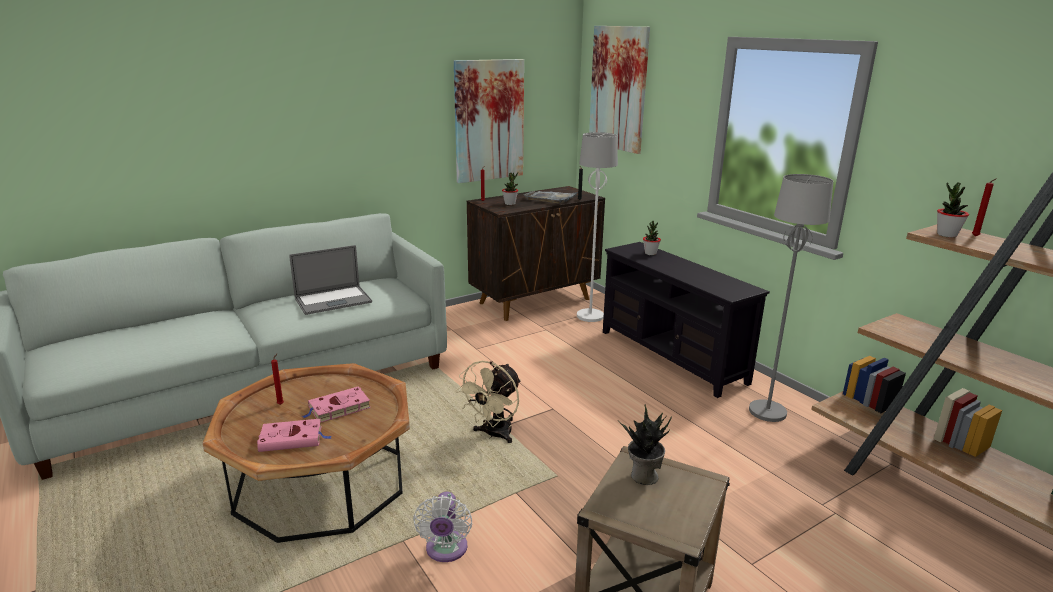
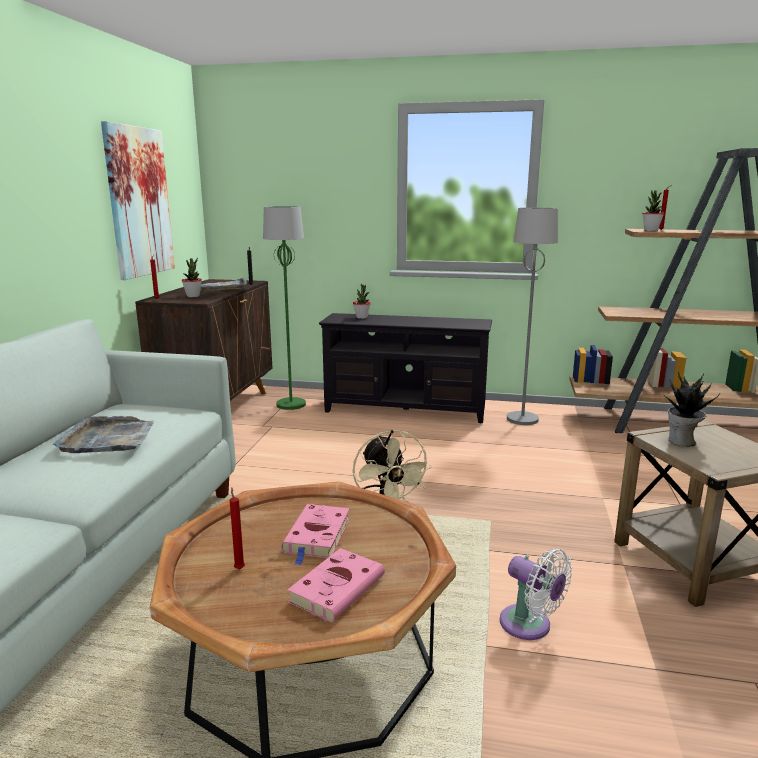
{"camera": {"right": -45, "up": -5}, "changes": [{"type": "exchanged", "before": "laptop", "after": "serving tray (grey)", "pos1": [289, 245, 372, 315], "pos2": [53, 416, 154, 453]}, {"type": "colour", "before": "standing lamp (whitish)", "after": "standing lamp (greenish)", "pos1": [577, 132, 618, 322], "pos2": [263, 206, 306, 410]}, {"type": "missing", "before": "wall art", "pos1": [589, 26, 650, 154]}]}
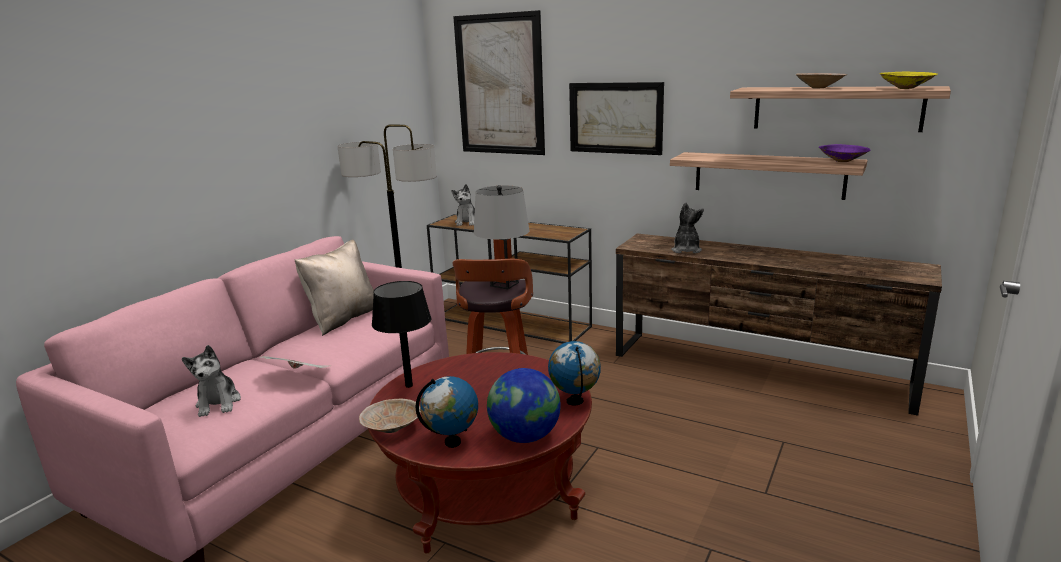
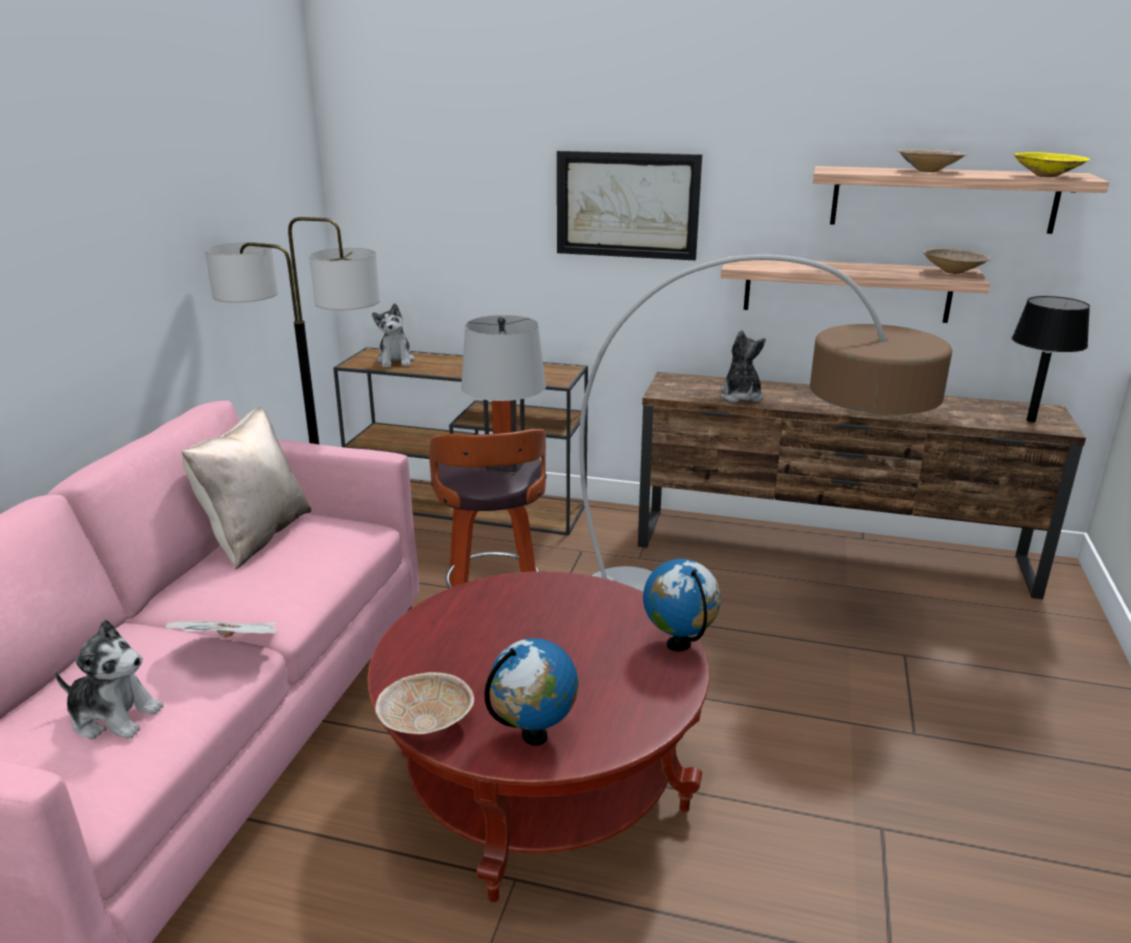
{"camera": {"right": -15, "up": 5}, "changes": [{"type": "spun", "before": "soft toy", "pos1": [182, 345, 241, 417], "pos2": [54, 619, 164, 739], "turn": -45}, {"type": "appeared", "after": "standing lamp", "pos2": [579, 254, 952, 591]}, {"type": "colour", "before": "serving bowl (purple-coloured)", "after": "serving bowl (beige)", "pos1": [819, 144, 871, 162], "pos2": [923, 248, 991, 274]}, {"type": "relocated", "before": "table lamp (blackish)", "pos1": [372, 281, 432, 388], "pos2": [1012, 296, 1090, 422]}, {"type": "missing", "before": "wall art", "pos1": [453, 10, 545, 155]}, {"type": "missing", "before": "globe", "pos1": [487, 368, 561, 443]}]}
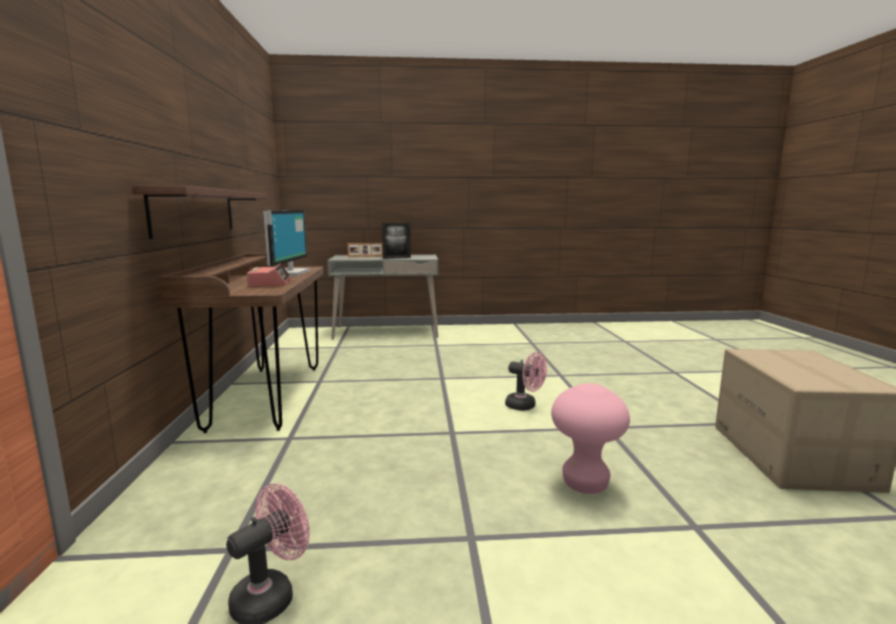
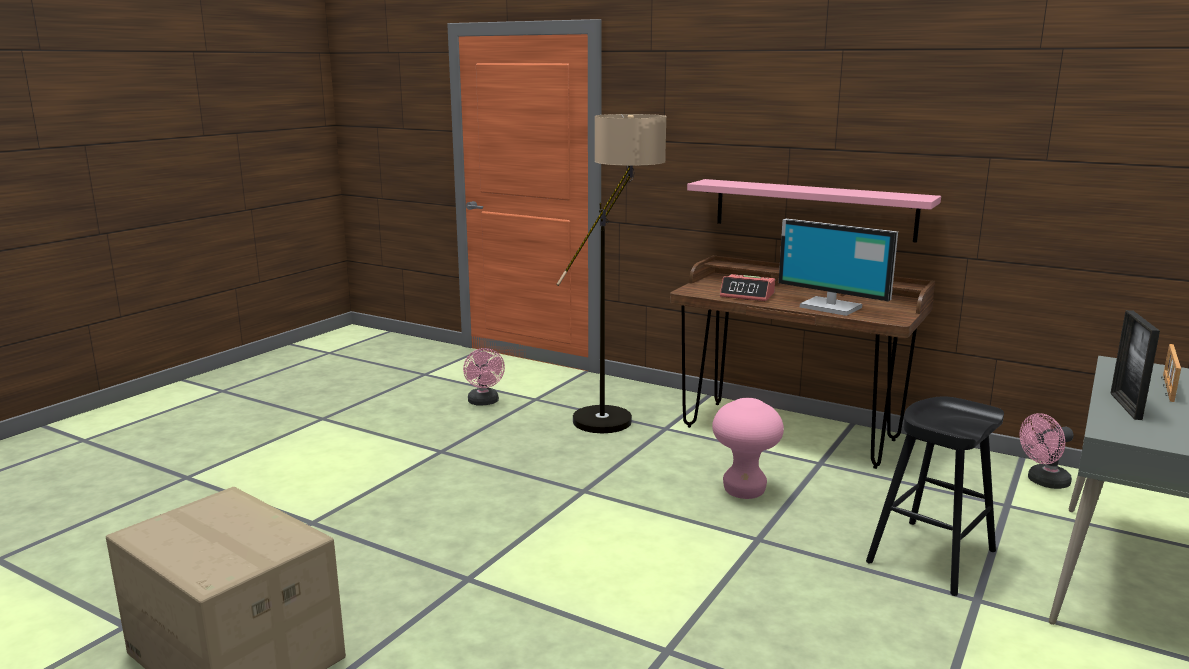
{"camera": {"right": 125, "up": 5}, "changes": [{"type": "appeared", "after": "standing lamp", "pos2": [556, 114, 667, 433]}, {"type": "colour", "before": "wall shelf (brown-coloured)", "after": "wall shelf (pinkish)", "pos1": [132, 186, 267, 239], "pos2": [687, 179, 941, 243]}, {"type": "relocated", "before": "stool seat (pinkish)", "pos1": [551, 383, 630, 494], "pos2": [712, 398, 784, 499]}, {"type": "appeared", "after": "stool seat (blackish)", "pos2": [866, 396, 1004, 596]}, {"type": "relocated", "before": "electric fan (pinkish)", "pos1": [505, 352, 547, 411], "pos2": [1020, 413, 1074, 489]}]}
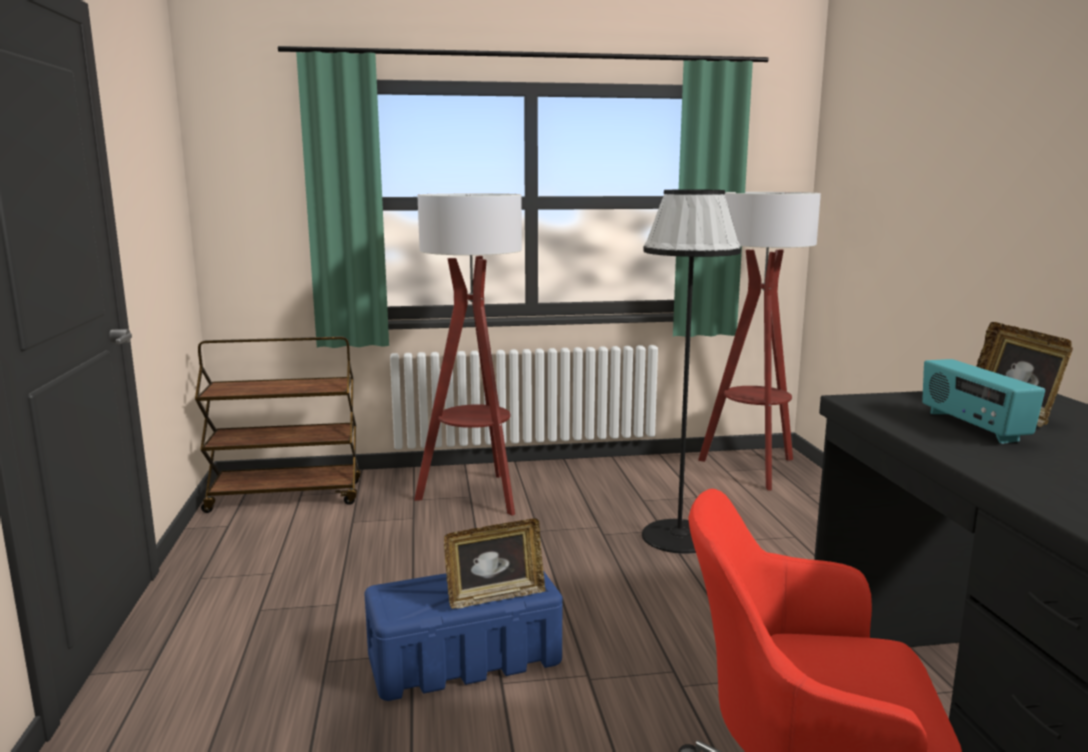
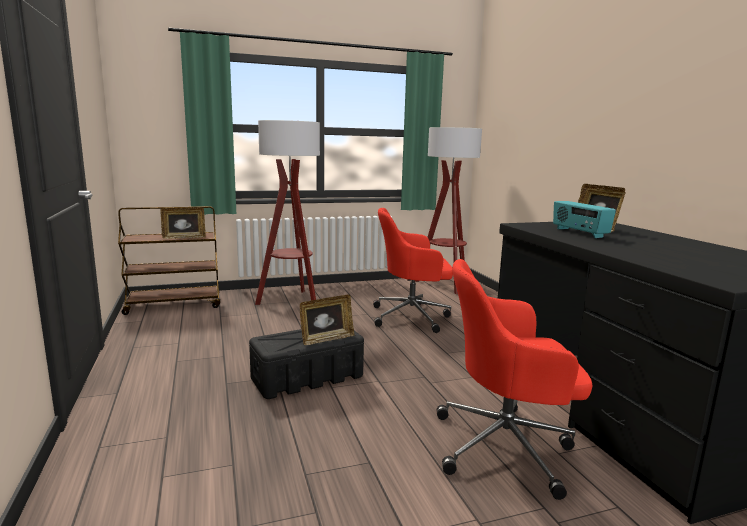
{"camera": {"right": -10, "up": 0}, "changes": [{"type": "appeared", "after": "picture frame", "pos2": [160, 207, 206, 239]}, {"type": "colour", "before": "storage container (bluish)", "after": "storage container (blackish)", "pos1": [365, 571, 563, 701], "pos2": [249, 329, 364, 399]}, {"type": "exchanged", "before": "standing lamp (blackish)", "after": "office chair (red-coloured)", "pos1": [642, 190, 741, 554], "pos2": [373, 208, 453, 333]}]}
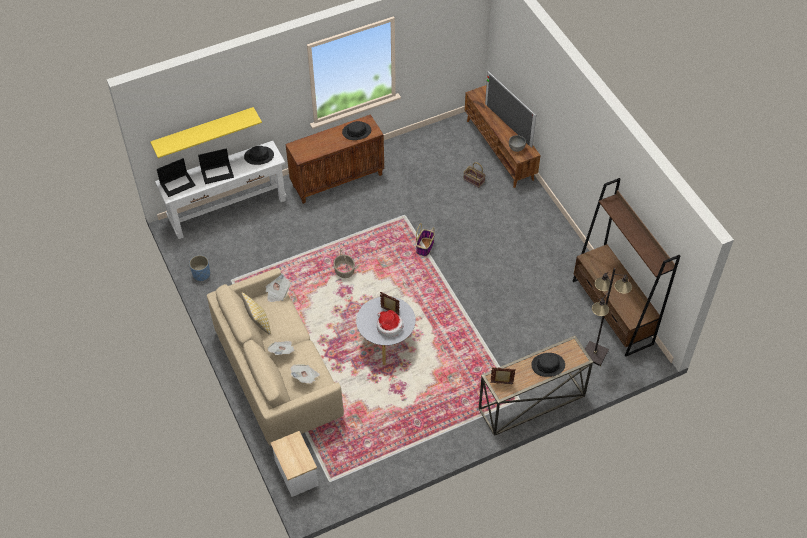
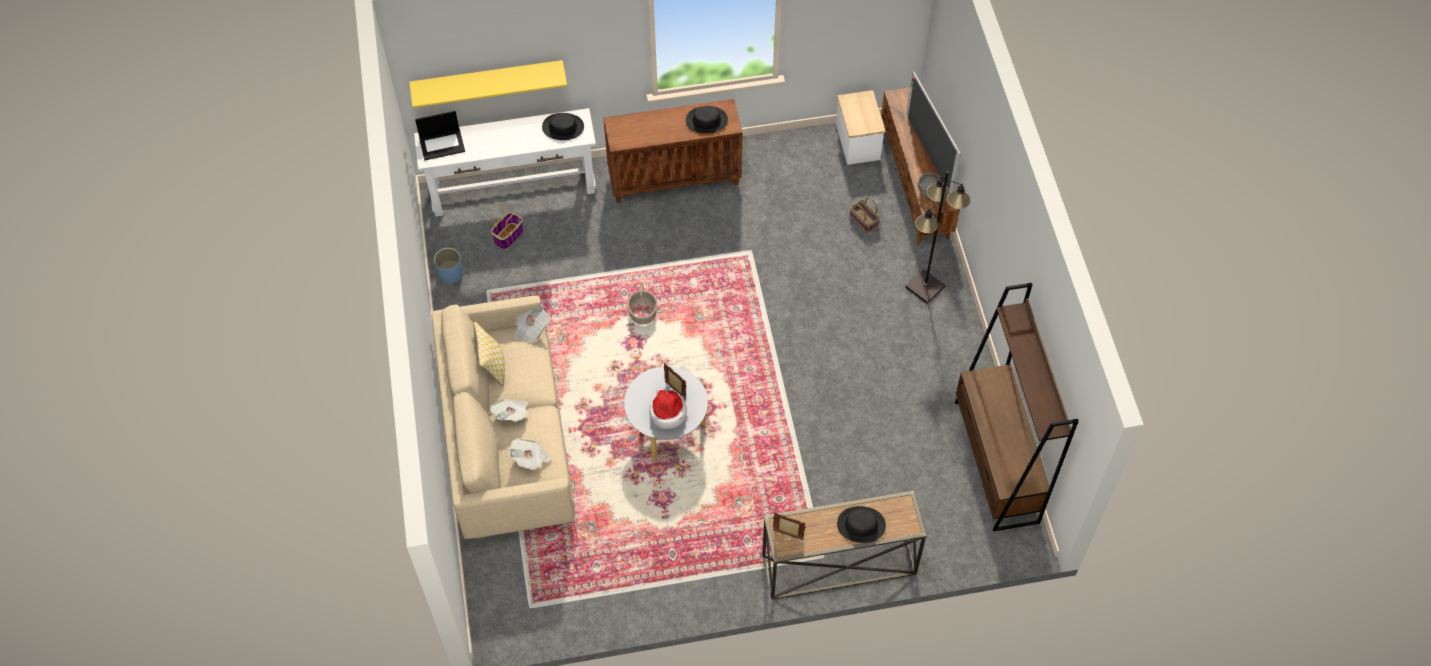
{"camera": {"right": 15, "up": 5}, "changes": [{"type": "relocated", "before": "storage basket", "pos1": [416, 223, 435, 256], "pos2": [490, 203, 524, 250]}, {"type": "relocated", "before": "accent table", "pos1": [270, 431, 318, 497], "pos2": [836, 90, 885, 165]}, {"type": "relocated", "before": "standing lamp (blackish)", "pos1": [585, 268, 632, 366], "pos2": [905, 171, 971, 304]}, {"type": "missing", "before": "laptop", "pos1": [198, 148, 234, 184]}]}
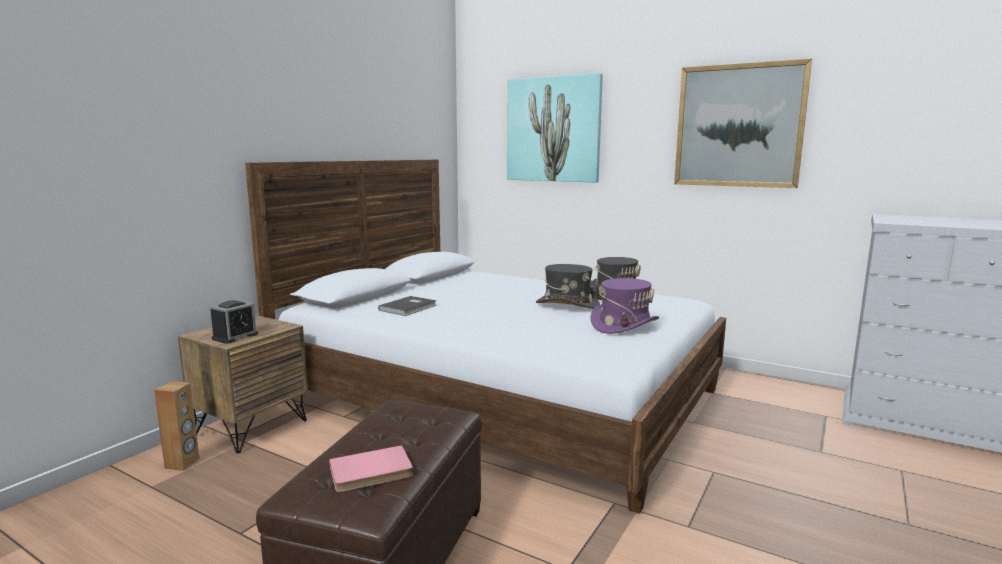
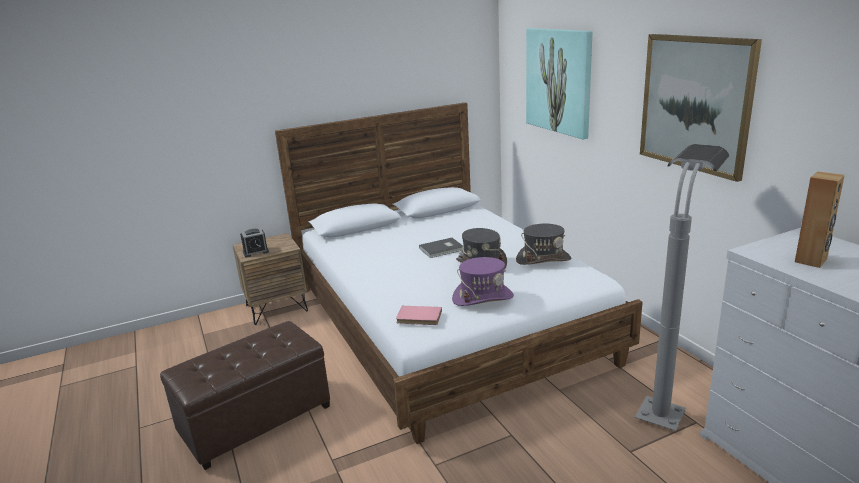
{"camera": {"right": 35, "up": 10}, "changes": [{"type": "relocated", "before": "volume (pinkish)", "pos1": [329, 445, 413, 492], "pos2": [396, 306, 442, 325]}, {"type": "relocated", "before": "volume (grey)", "pos1": [378, 296, 437, 316], "pos2": [419, 238, 463, 258]}, {"type": "appeared", "after": "standing lamp (grey)", "pos2": [635, 144, 730, 431]}, {"type": "relocated", "before": "speaker (brown-coloured)", "pos1": [154, 381, 200, 471], "pos2": [795, 172, 845, 268]}]}
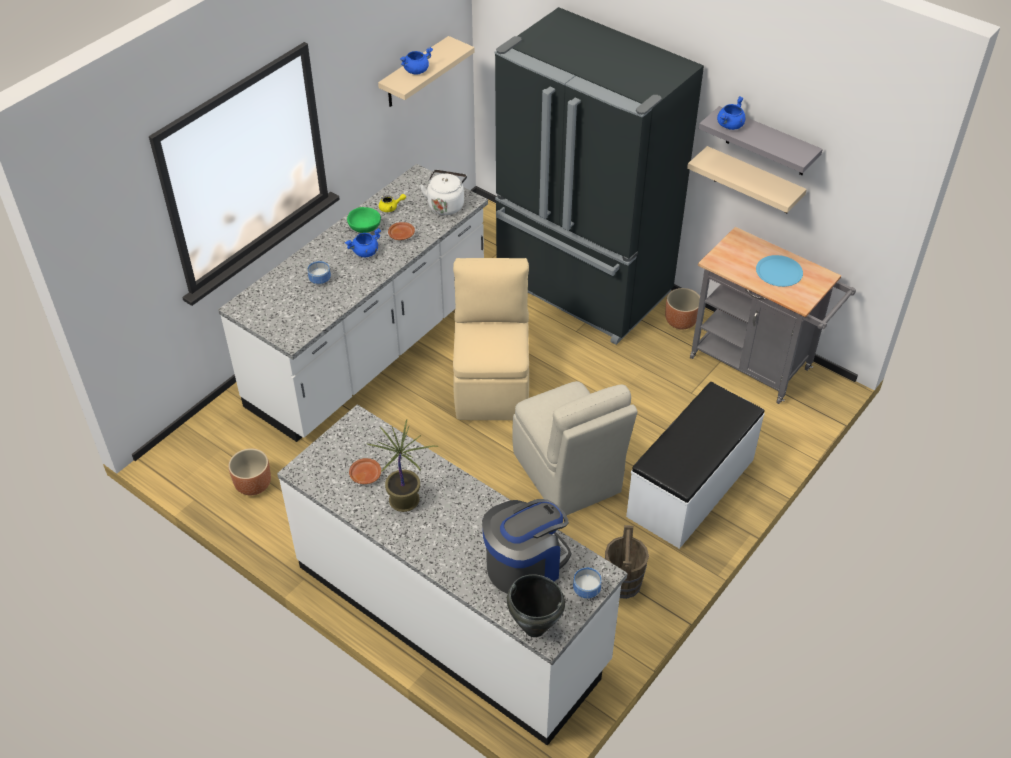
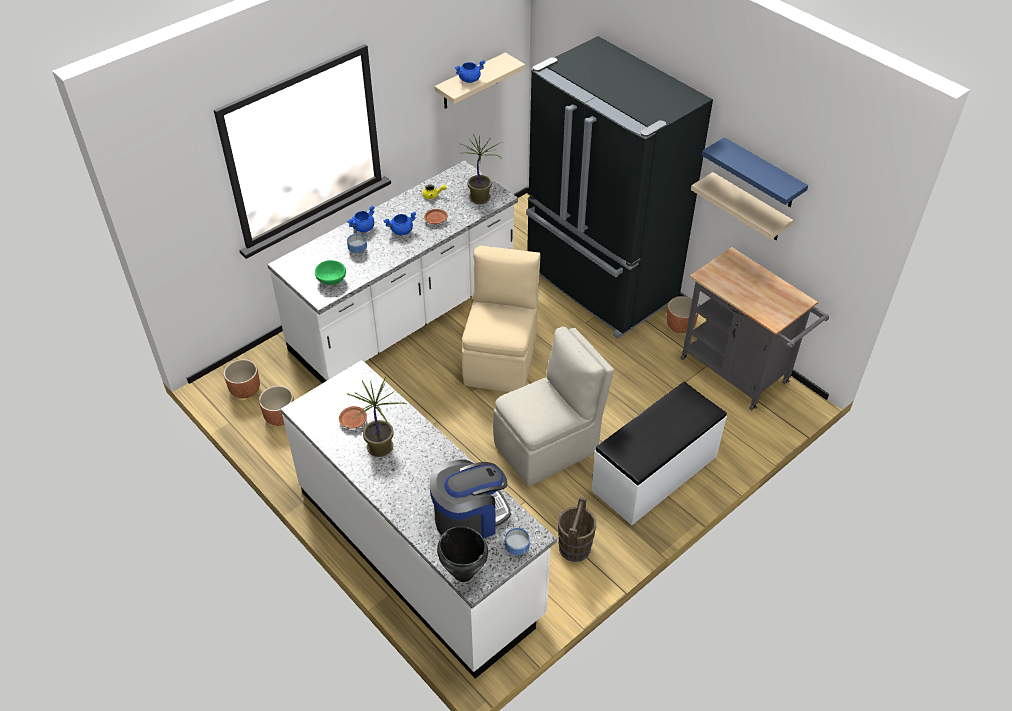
{"camera": {"right": 10, "up": 0}, "changes": [{"type": "appeared", "after": "flower pot (brown-coloured)", "pos2": [224, 359, 260, 399]}, {"type": "relocated", "before": "serving bowl (greenish)", "pos1": [347, 207, 381, 233], "pos2": [315, 260, 346, 285]}, {"type": "relocated", "before": "stockpot (bluish)", "pos1": [717, 96, 745, 130], "pos2": [347, 205, 375, 232]}, {"type": "exchanged", "before": "water kettle (whitish)", "after": "potted plant", "pos1": [420, 170, 467, 215], "pos2": [459, 134, 503, 204]}, {"type": "spun", "before": "upright chair (beige)", "pos1": [512, 381, 638, 515], "pos2": [493, 326, 614, 486], "turn": -105}, {"type": "colour", "before": "wall shelf (grey)", "after": "wall shelf (bluish)", "pos1": [699, 106, 823, 175], "pos2": [702, 137, 808, 207]}, {"type": "missing", "before": "flat dish (bluish)", "pos1": [756, 255, 803, 287]}]}
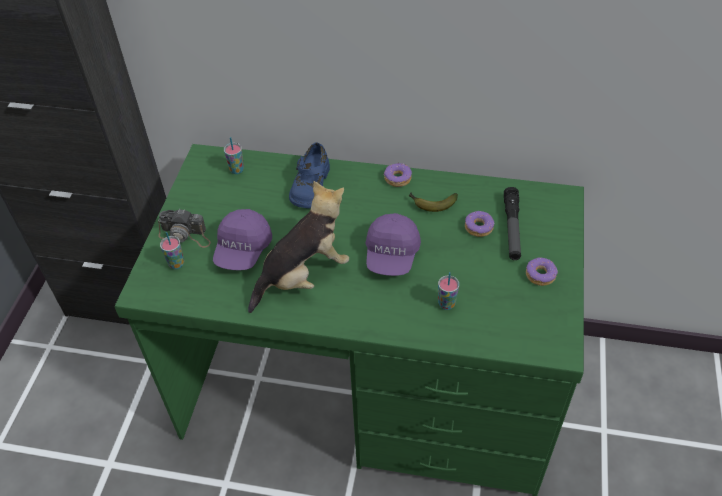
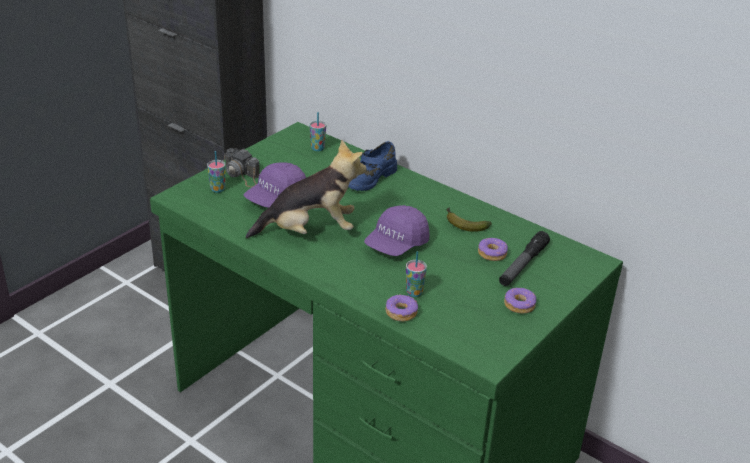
{"camera": {"right": 25, "up": -15}, "changes": [{"type": "relocated", "before": "doughnut", "pos1": [384, 163, 412, 187], "pos2": [385, 295, 418, 322]}]}
